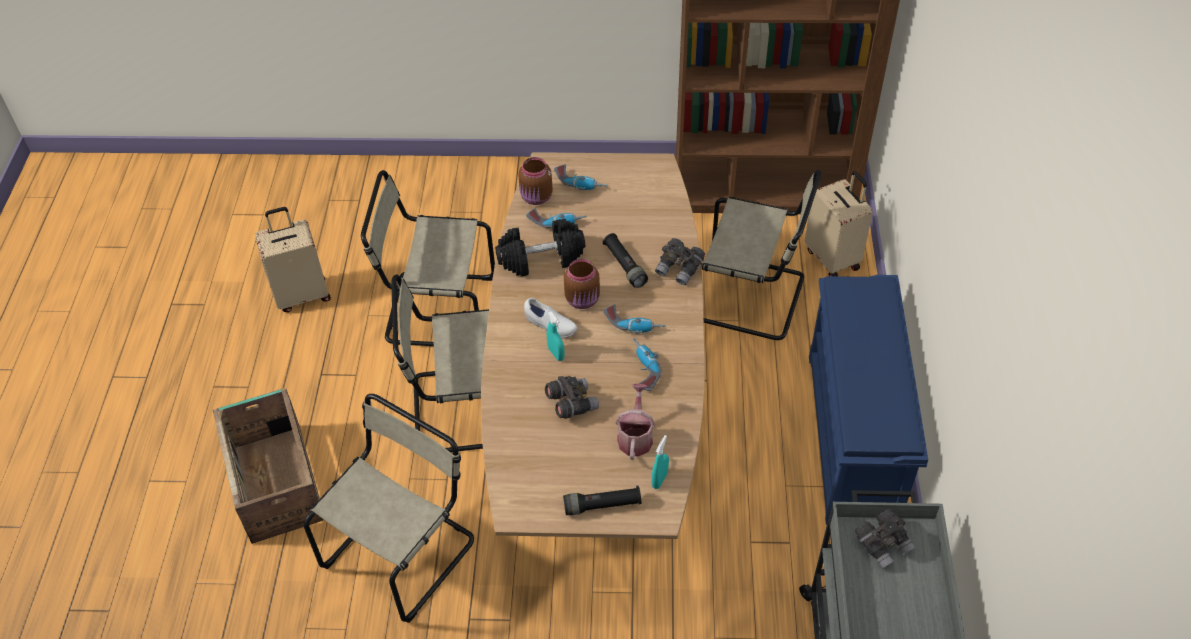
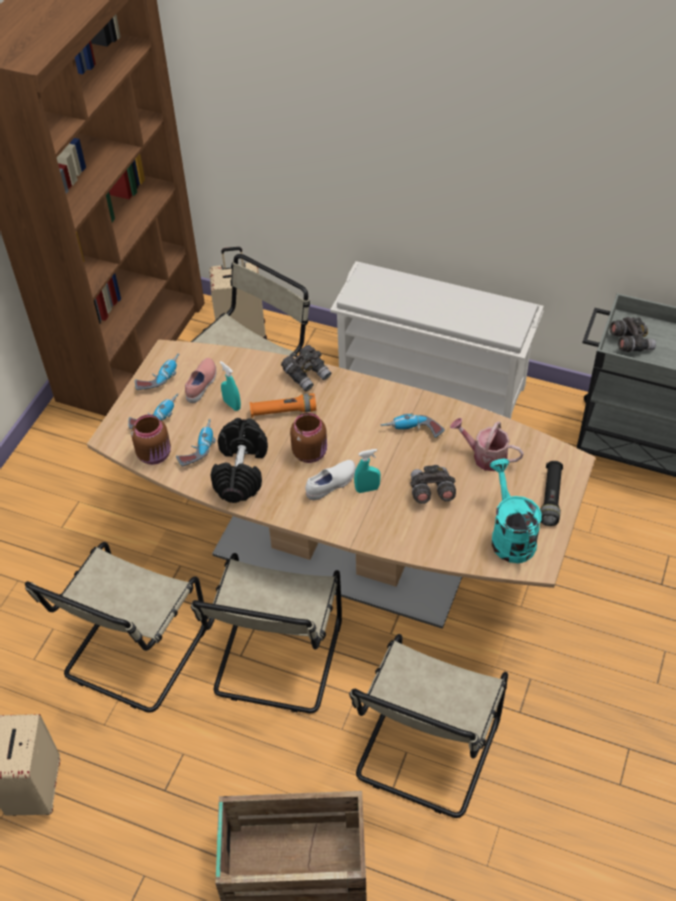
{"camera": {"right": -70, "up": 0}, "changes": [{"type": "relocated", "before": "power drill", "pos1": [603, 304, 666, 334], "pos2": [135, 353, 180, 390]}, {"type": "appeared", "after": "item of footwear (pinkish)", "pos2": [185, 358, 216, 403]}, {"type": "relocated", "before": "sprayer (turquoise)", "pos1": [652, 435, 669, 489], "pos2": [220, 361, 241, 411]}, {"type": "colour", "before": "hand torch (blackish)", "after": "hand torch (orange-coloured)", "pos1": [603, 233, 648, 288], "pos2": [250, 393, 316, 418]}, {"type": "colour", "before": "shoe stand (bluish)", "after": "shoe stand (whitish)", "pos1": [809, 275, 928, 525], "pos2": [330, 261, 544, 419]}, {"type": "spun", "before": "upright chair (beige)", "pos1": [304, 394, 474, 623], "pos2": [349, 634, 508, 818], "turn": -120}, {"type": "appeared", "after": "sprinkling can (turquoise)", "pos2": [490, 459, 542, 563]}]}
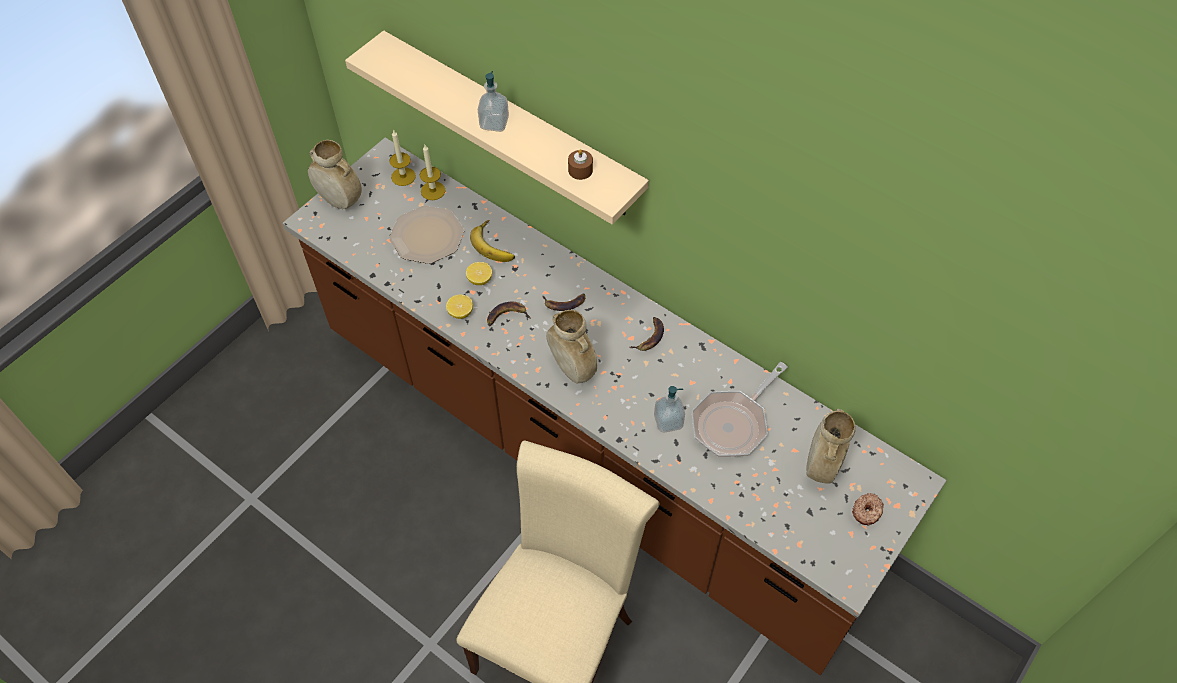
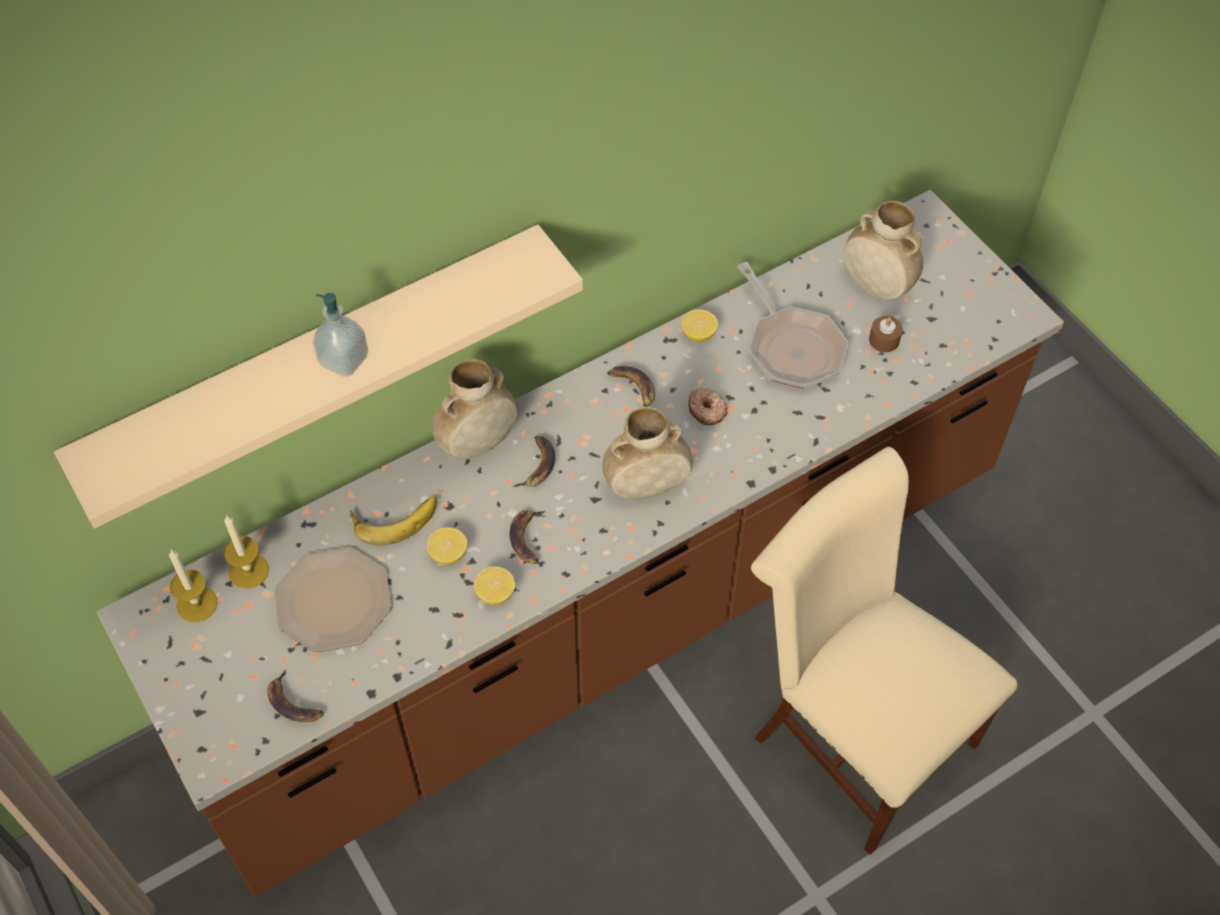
{"camera": {"right": -70, "up": 0}, "changes": [{"type": "appeared", "after": "whole banana", "pos2": [267, 669, 324, 722]}, {"type": "relocated", "before": "decorative vase (beige)", "pos1": [308, 140, 362, 209], "pos2": [432, 359, 517, 459]}, {"type": "appeared", "after": "citrus fruit", "pos2": [681, 309, 718, 342]}, {"type": "relocated", "before": "doughnut", "pos1": [852, 493, 884, 525], "pos2": [688, 388, 728, 425]}, {"type": "relocated", "before": "candle (brown-coloured)", "pos1": [568, 149, 593, 180], "pos2": [869, 316, 902, 352]}, {"type": "missing", "before": "soap dispenser", "pos1": [654, 386, 685, 433]}]}
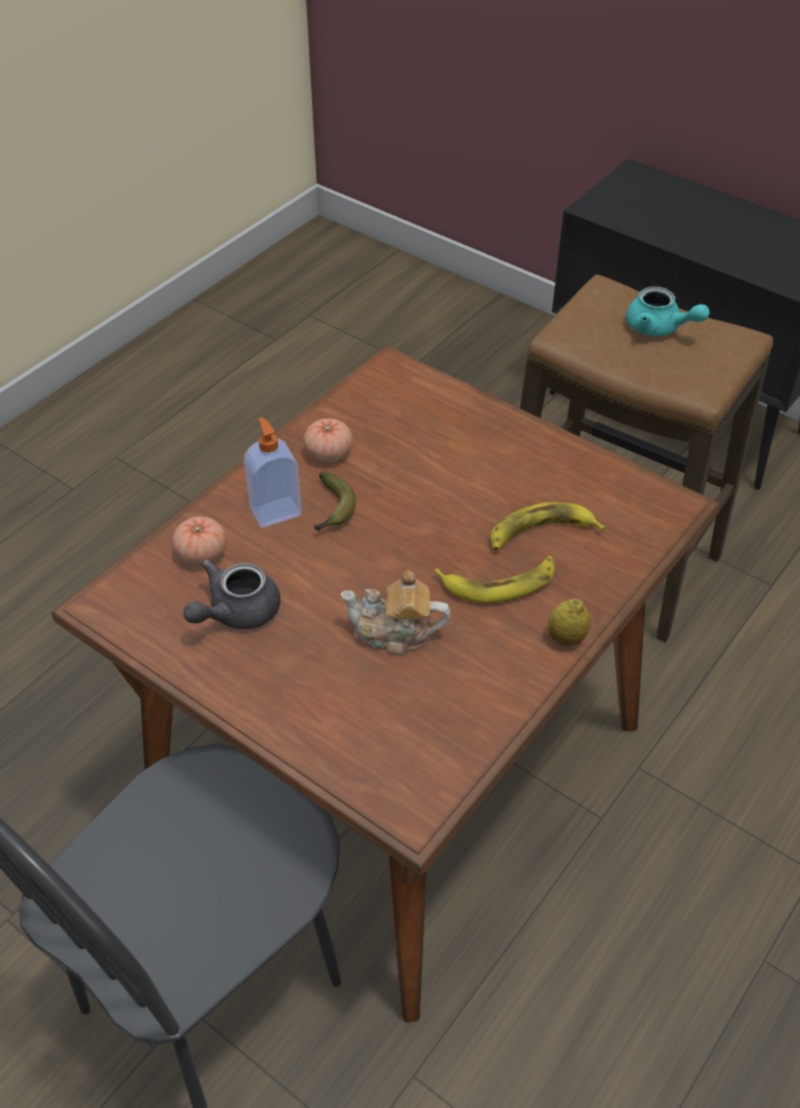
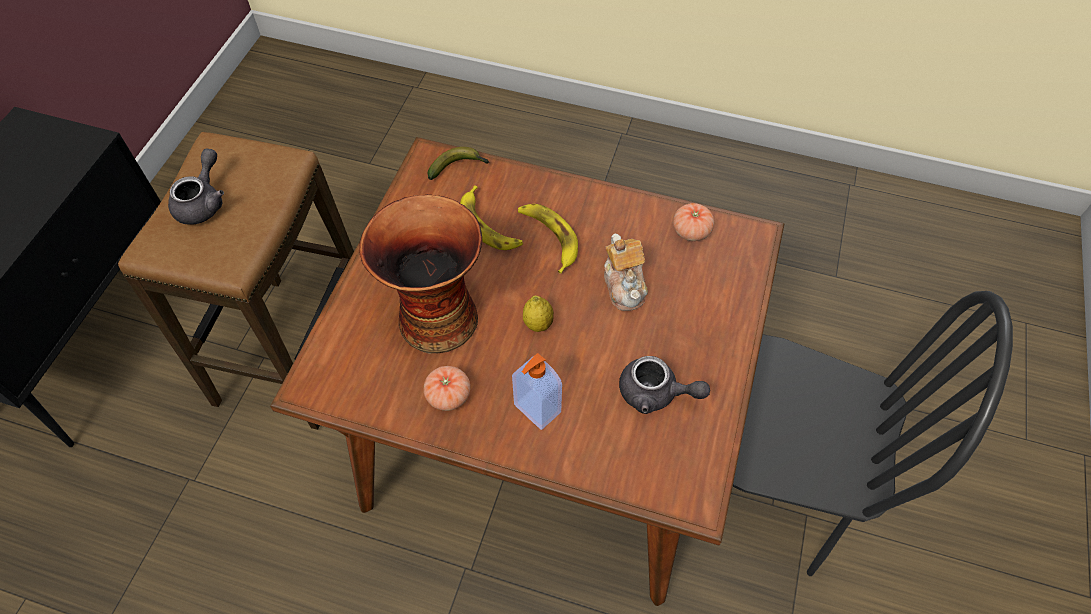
{"camera": {"right": -110, "up": 10}, "changes": [{"type": "colour", "before": "tea pot (turquoise)", "after": "tea pot (grey)", "pos1": [626, 286, 710, 336], "pos2": [168, 149, 224, 225]}, {"type": "appeared", "after": "decorative vase", "pos2": [359, 195, 482, 354]}, {"type": "relocated", "before": "whole banana", "pos1": [314, 472, 356, 532], "pos2": [428, 147, 489, 180]}, {"type": "relocated", "before": "citrus fruit", "pos1": [548, 598, 590, 646], "pos2": [523, 295, 554, 332]}, {"type": "relocated", "before": "tomato", "pos1": [172, 517, 226, 565], "pos2": [673, 203, 714, 241]}]}
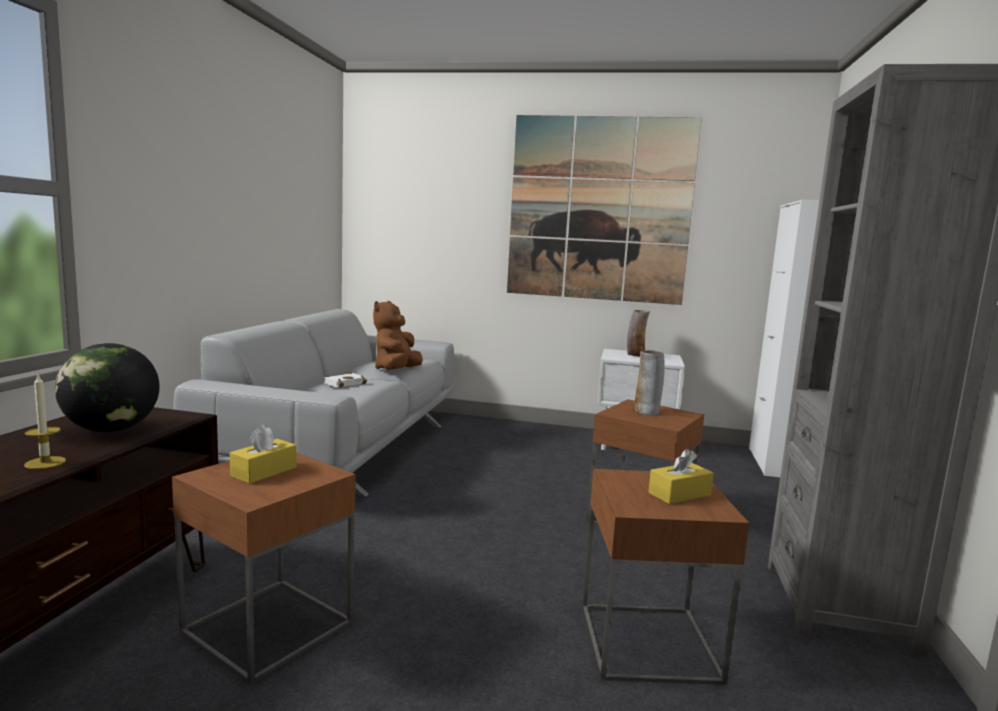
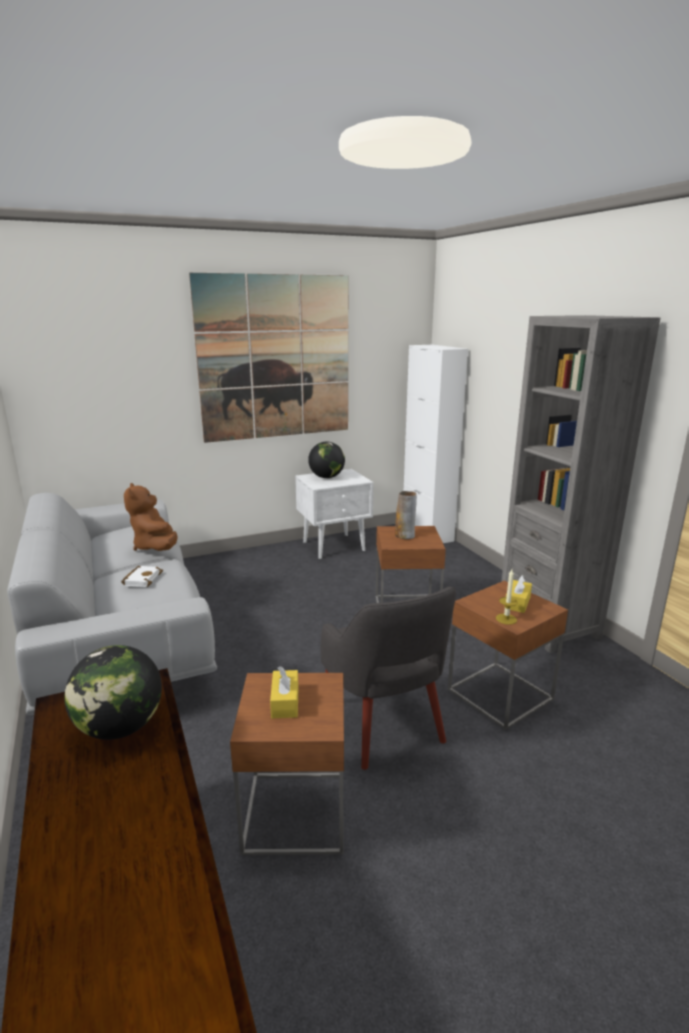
{"camera": {"right": -35, "up": 10}, "changes": [{"type": "exchanged", "before": "decorative vase", "after": "globe", "pos1": [627, 310, 650, 356], "pos2": [308, 442, 345, 478]}, {"type": "appeared", "after": "armchair (grey)", "pos2": [321, 587, 456, 770]}, {"type": "relocated", "before": "candle", "pos1": [24, 375, 66, 469], "pos2": [496, 570, 518, 625]}]}
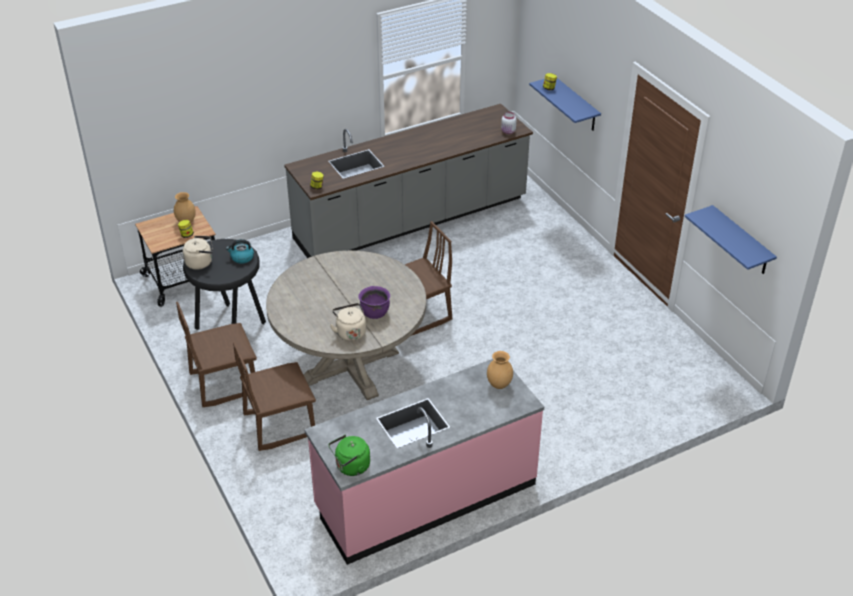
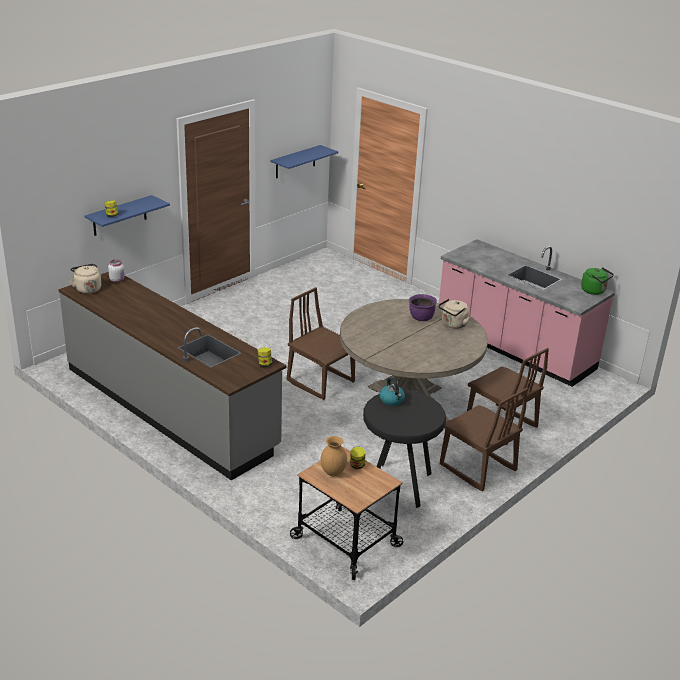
{"camera": {"right": -110, "up": -10}, "changes": [{"type": "relocated", "before": "water kettle (beige)", "pos1": [183, 236, 213, 270], "pos2": [69, 264, 101, 294]}, {"type": "missing", "before": "decorative vase (brown-coloured)", "pos1": [487, 351, 513, 389]}]}
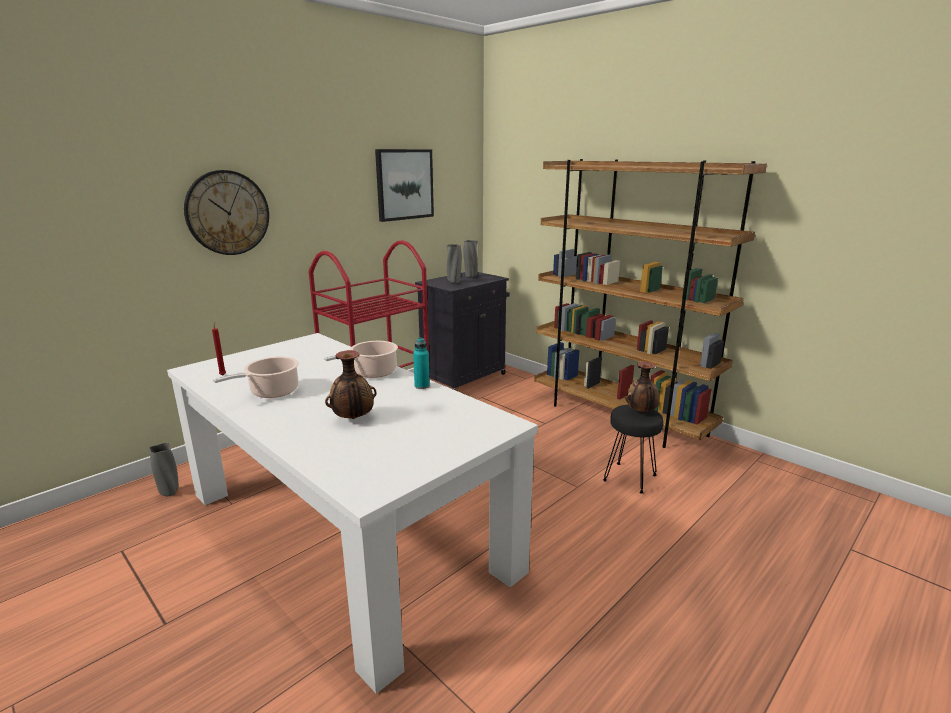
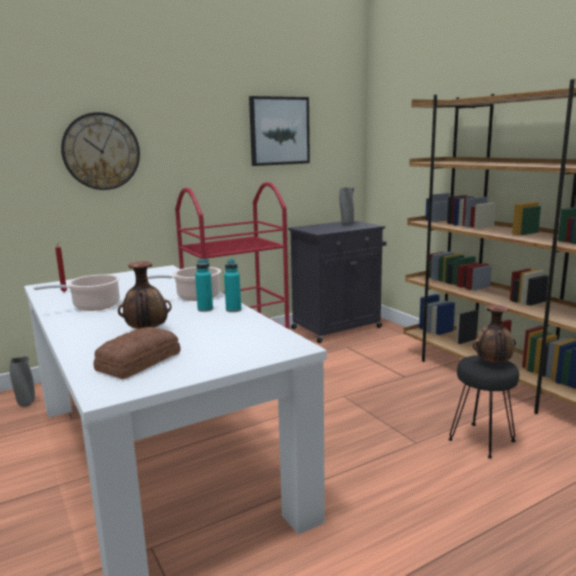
{"camera": {"right": 15, "up": -5}, "changes": [{"type": "appeared", "after": "bread", "pos2": [93, 327, 180, 379]}, {"type": "appeared", "after": "bottle (turquoise)", "pos2": [195, 259, 213, 312]}, {"type": "missing", "before": "decorative vase (grey)", "pos1": [447, 244, 462, 284]}]}
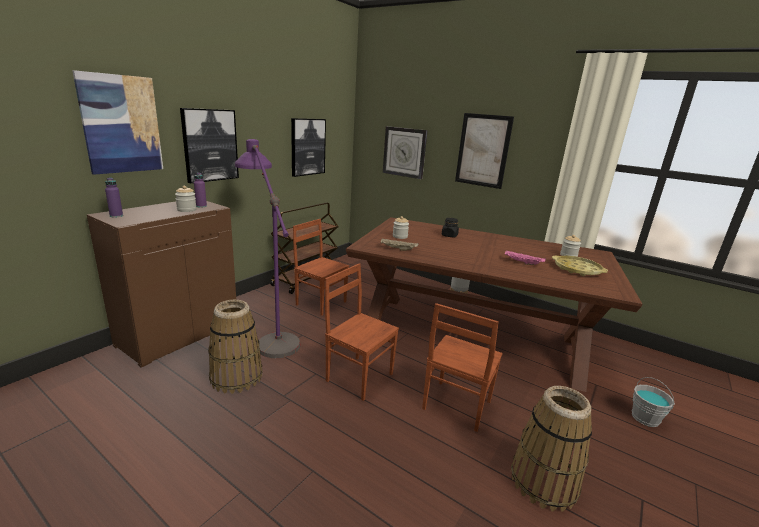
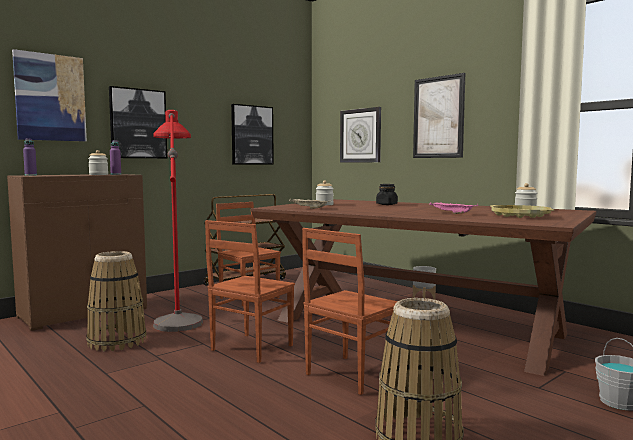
{"camera": {"right": 15, "up": -15}, "changes": [{"type": "colour", "before": "standing lamp (purple-coloured)", "after": "standing lamp (red-coloured)", "pos1": [235, 139, 300, 358], "pos2": [153, 110, 203, 332]}, {"type": "spun", "before": "upright chair (brown-coloured)", "pos1": [325, 263, 399, 401], "pos2": [205, 220, 295, 363], "turn": -105}]}
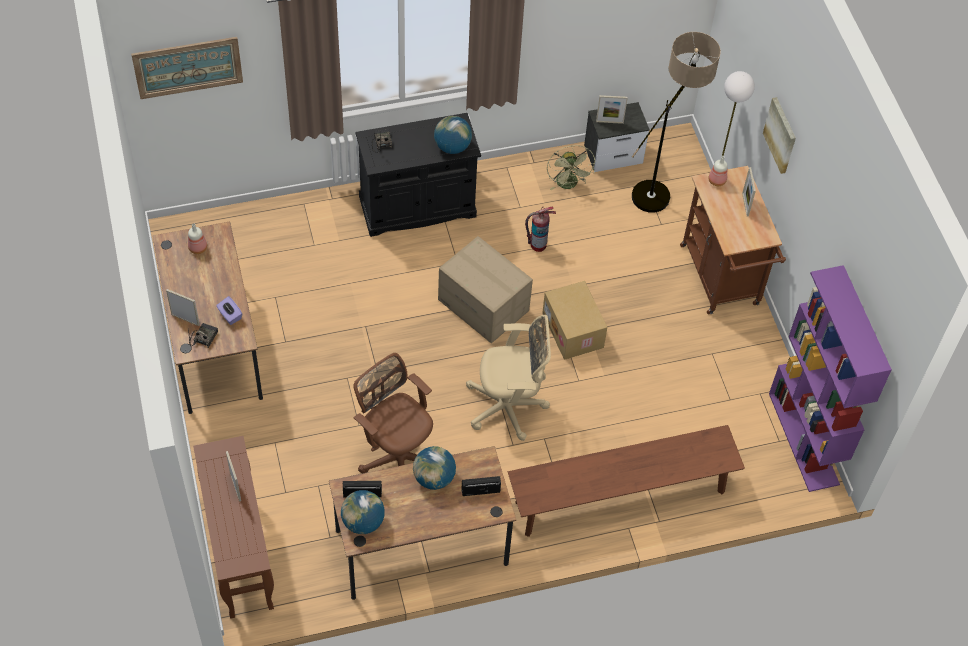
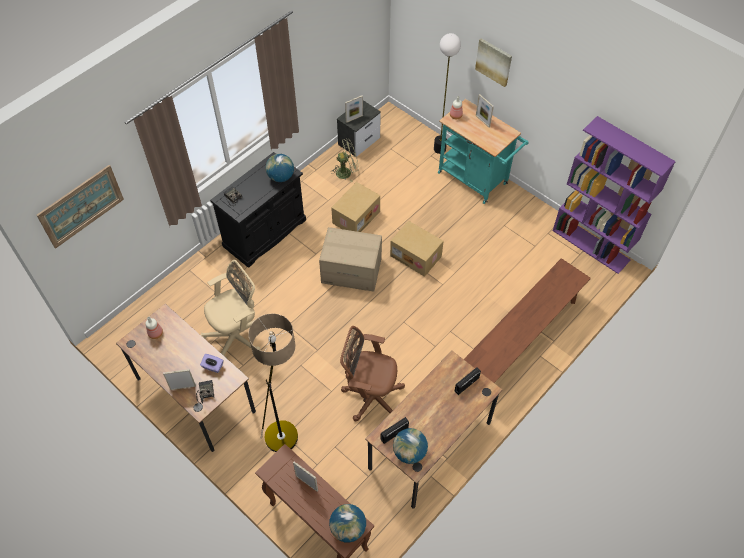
{"camera": {"right": -30, "up": 0}, "changes": [{"type": "relocated", "before": "office chair (beige)", "pos1": [466, 315, 551, 441], "pos2": [200, 260, 260, 358]}, {"type": "relocated", "before": "standing lamp", "pos1": [632, 32, 721, 213], "pos2": [248, 313, 298, 452]}, {"type": "relocated", "before": "globe", "pos1": [413, 446, 456, 490], "pos2": [329, 504, 366, 543]}, {"type": "exchanged", "before": "extinguisher", "after": "packing box", "pos1": [525, 207, 556, 252], "pos2": [331, 182, 380, 232]}, {"type": "spun", "before": "electric fan (greenish)", "pos1": [547, 145, 596, 190], "pos2": [332, 138, 359, 182], "turn": -60}, {"type": "colour", "before": "cart (brown-coloured)", "after": "cart (turquoise)", "pos1": [680, 166, 786, 315], "pos2": [438, 99, 529, 204]}]}
